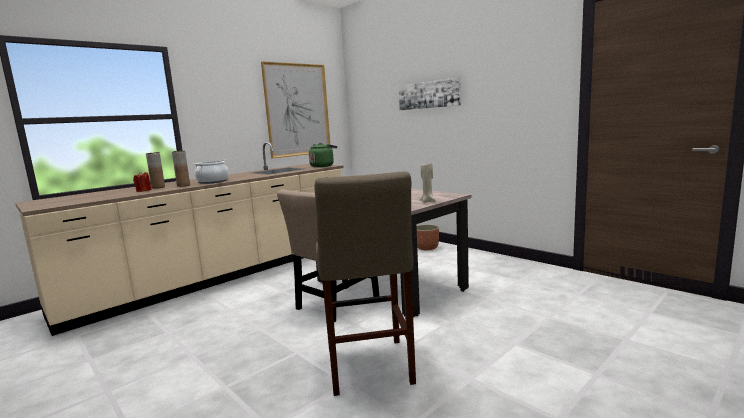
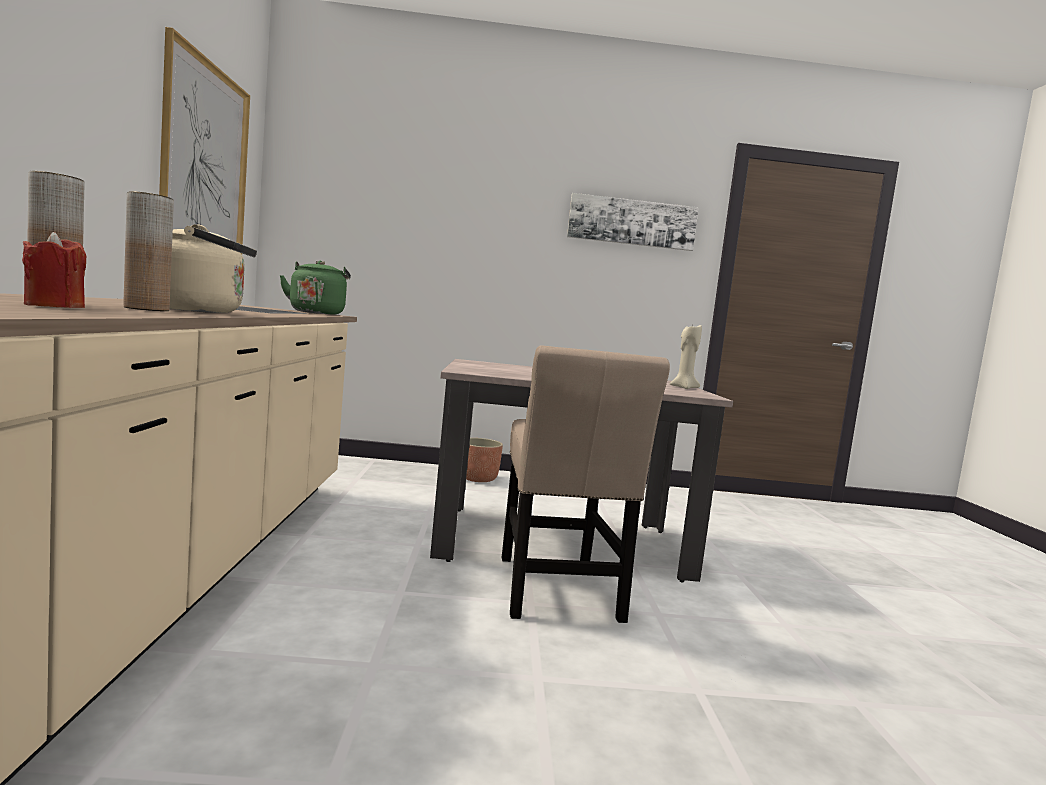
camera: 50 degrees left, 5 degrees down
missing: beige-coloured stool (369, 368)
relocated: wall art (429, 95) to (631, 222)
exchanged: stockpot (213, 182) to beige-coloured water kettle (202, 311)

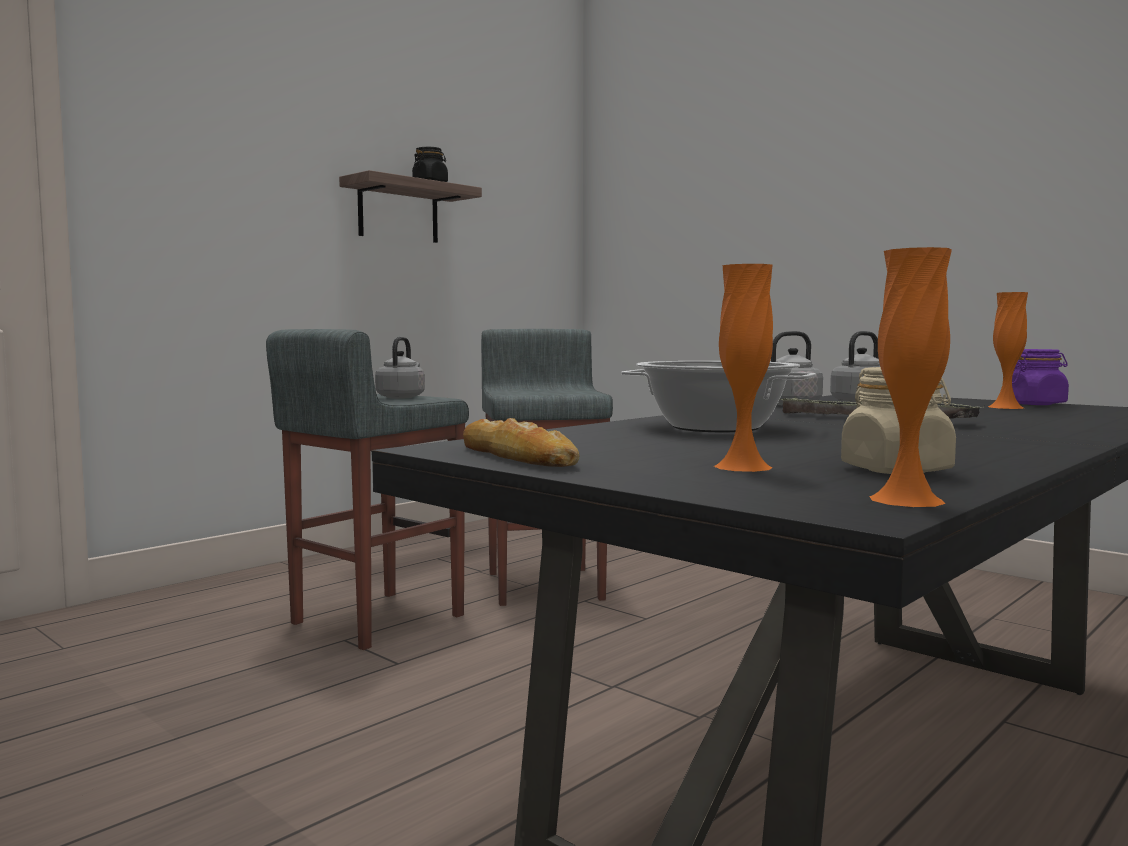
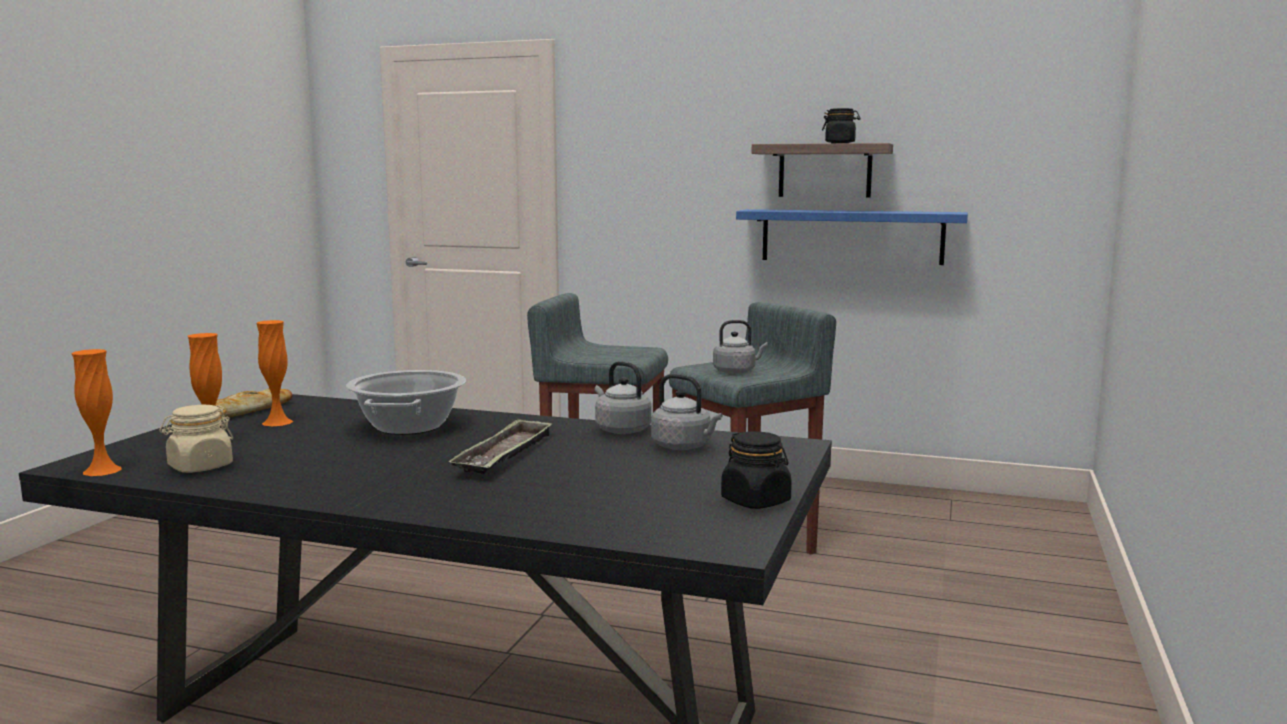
camera: 65 degrees right, 5 degrees up
appeared: blue-coloured shelf (851, 236)
relocated: orange vase (1006, 407) to (277, 422); gray water kettle (401, 397) to (736, 371)
colour: purplish preserve jar (1035, 404) to black-coloured preserve jar (756, 501)

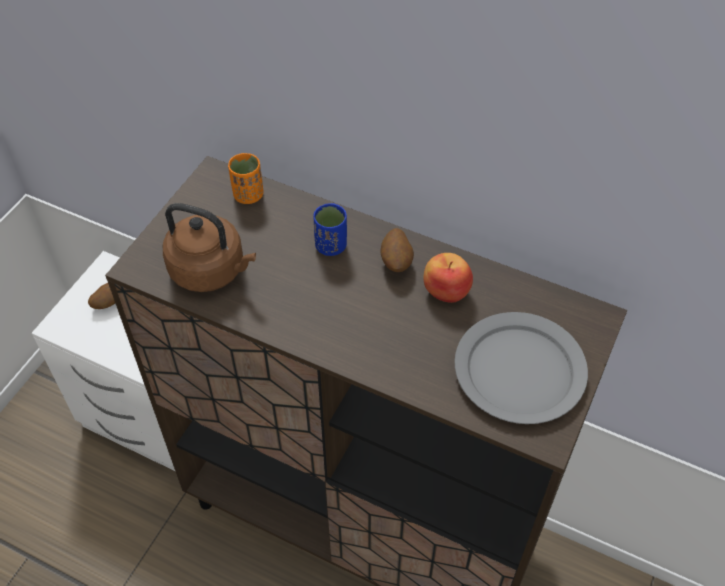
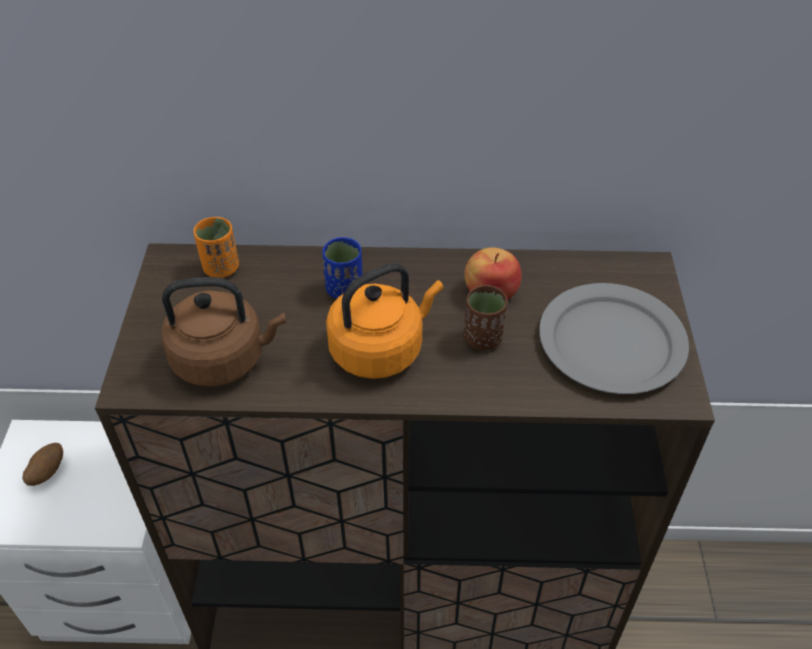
camera: 25 degrees left, 5 degrees down
missing: spud (396, 262)
appeared: orange water kettle (380, 349); brownish cup (483, 338)

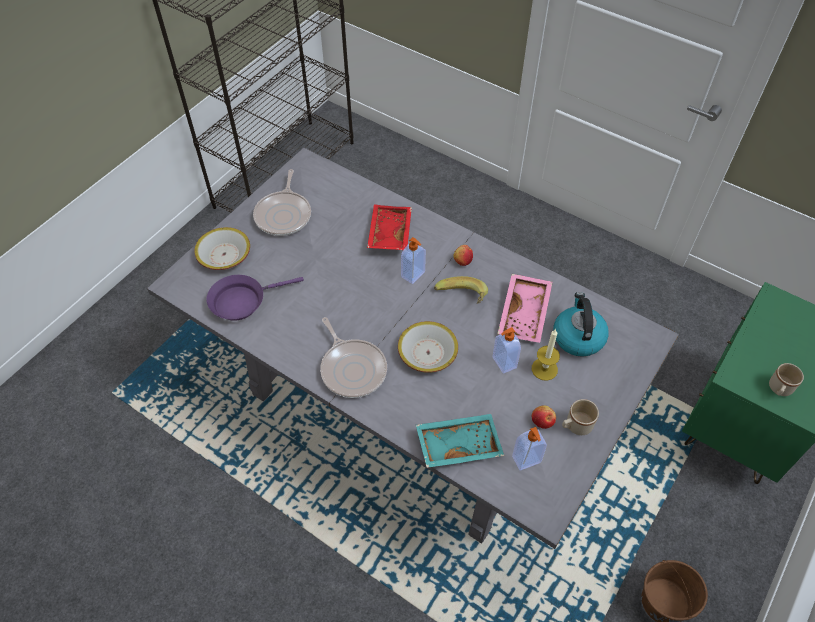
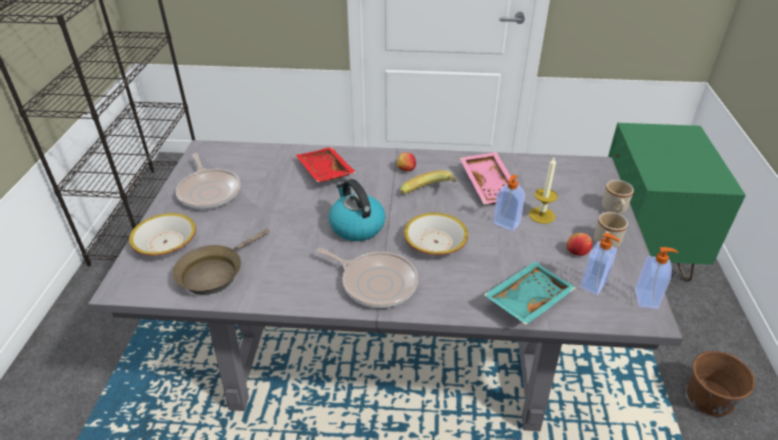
camera: 30 degrees left, 15 degrees down
relocated: water kettle (577, 337) to (356, 226); beige-coloured coffee mug (779, 389) to (614, 210); soap dispenser (413, 275) to (647, 299)
colour: purplish skillet (242, 301) to brownish skillet (214, 273)

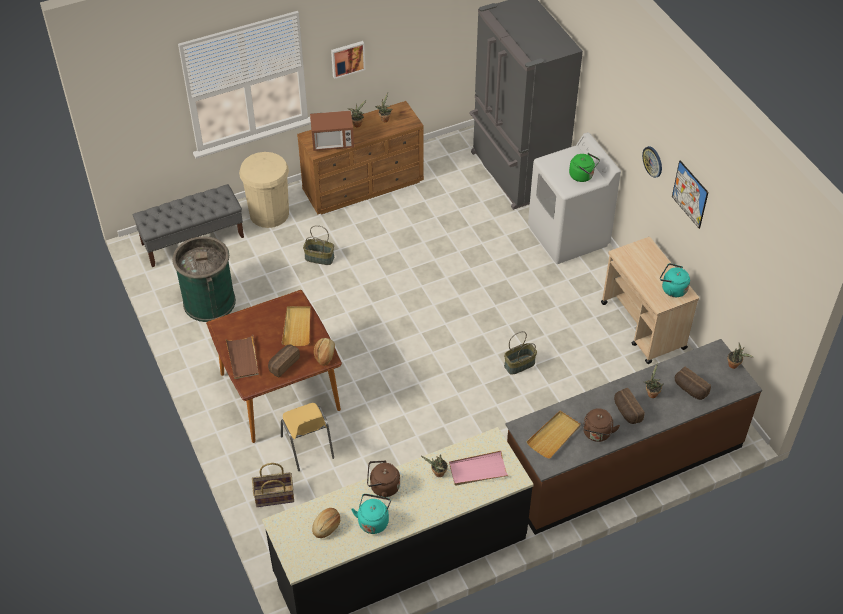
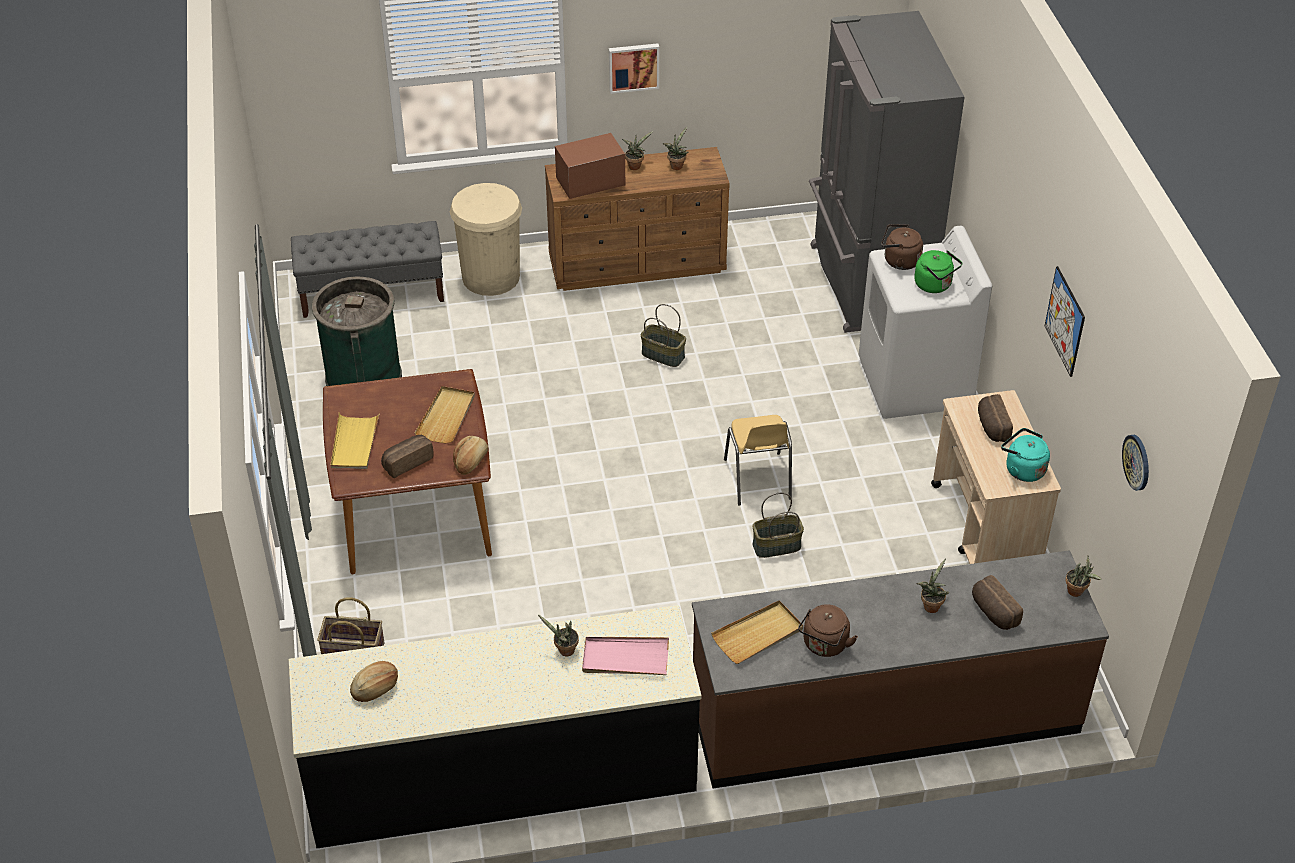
camera: 15 degrees right, 5 degrees down
missing: turquoise-coloured water kettle (373, 521)
relocated: storage basket (320, 257) to (663, 355); yellowish chair (308, 447) to (758, 480); brownish water kettle (383, 487) to (899, 261); baked bread (626, 412) to (991, 427); wall clock (653, 161) to (1137, 462)
colour: brownish carrying tray (243, 358) to yellowish carrying tray (354, 443)
spun: microwave (332, 142) = (590, 184) 150 degrees clockwise

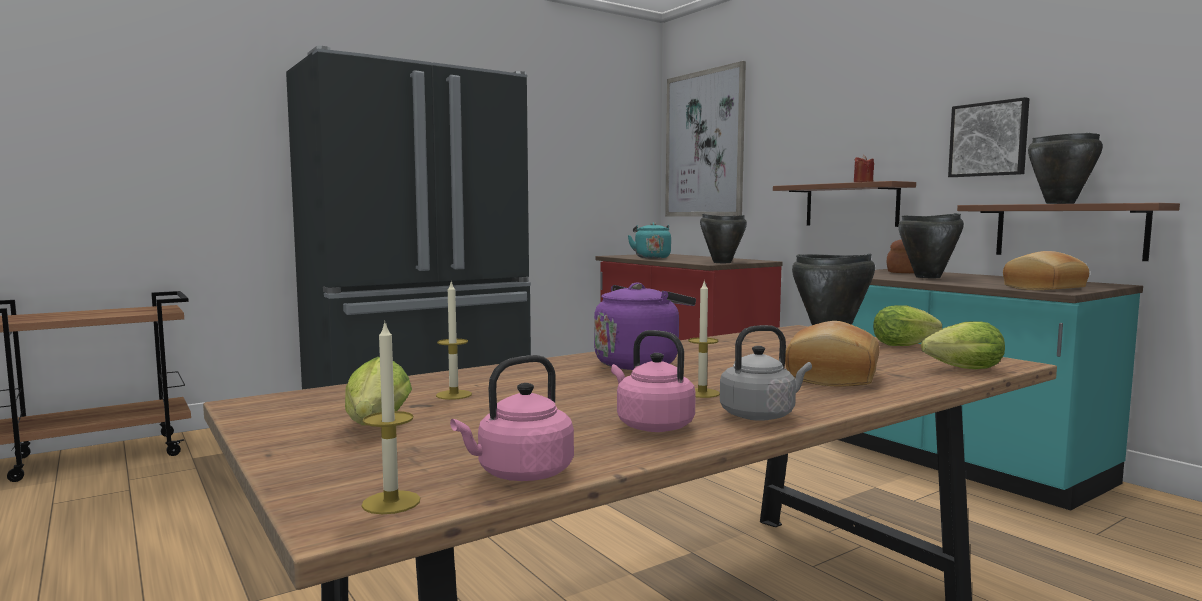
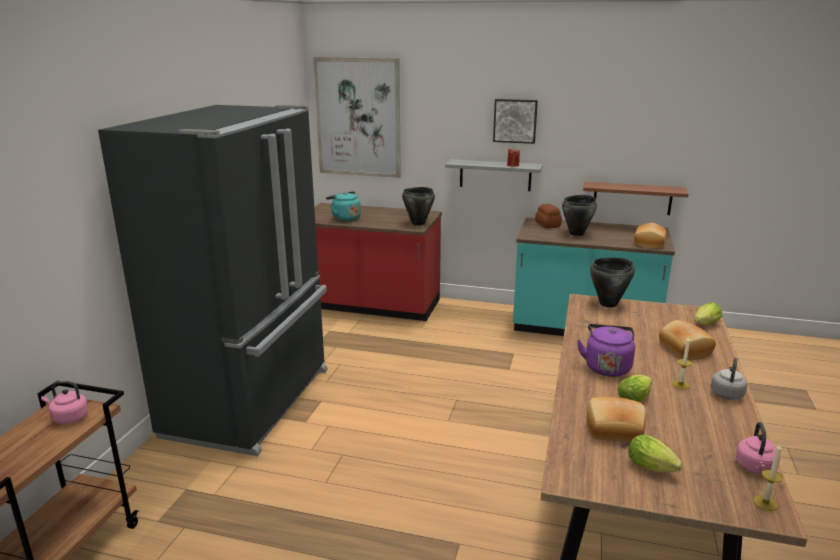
camera: 40 degrees left, 15 degrees up
missing: black-coloured stockpot (1060, 203)
relocated: pink water kettle (651, 425) to (68, 418); wall art (989, 139) to (515, 121); head of lettuce (907, 345) to (635, 399)
exchanged: wax light (454, 395) to baked bread (614, 430)
colour: brownish shelf (851, 205) to gray shelf (495, 175)

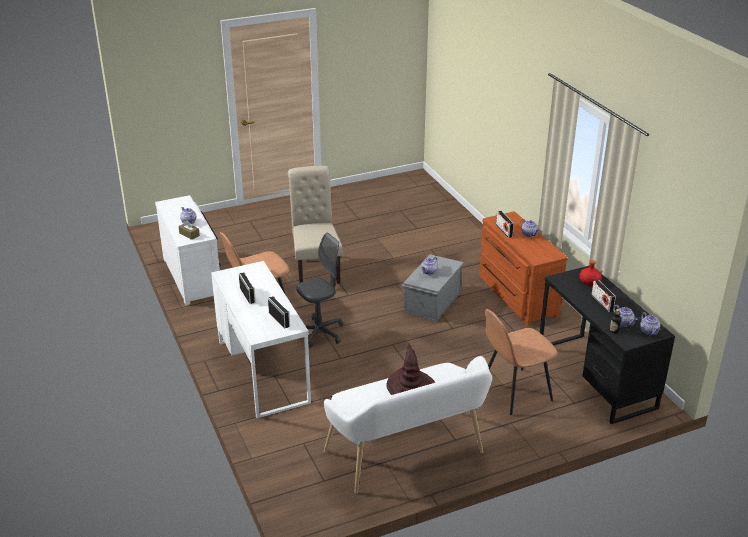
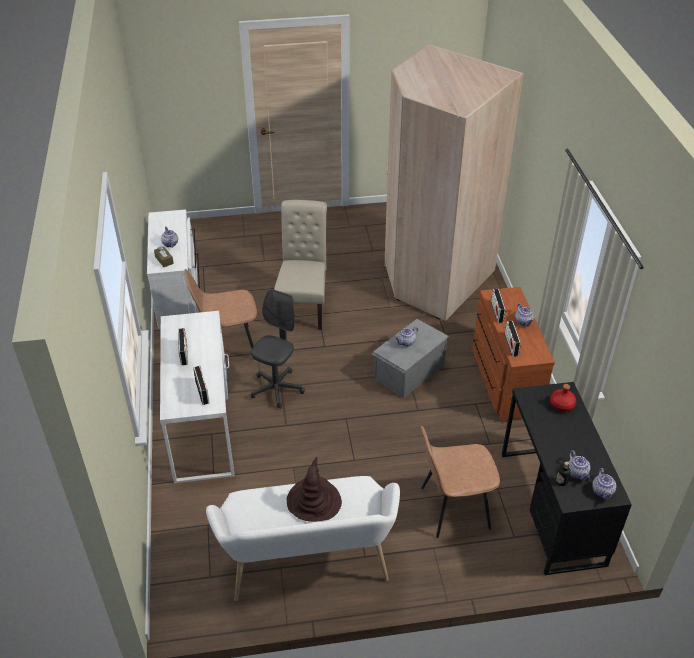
camera: 15 degrees right, 10 degrees up
appeared: beige-coloured clothes cupboard (433, 277)
relocated: radio (602, 303) to (511, 345)
spun: gray computer chair (319, 333) = (277, 389) 45 degrees counterclockwise

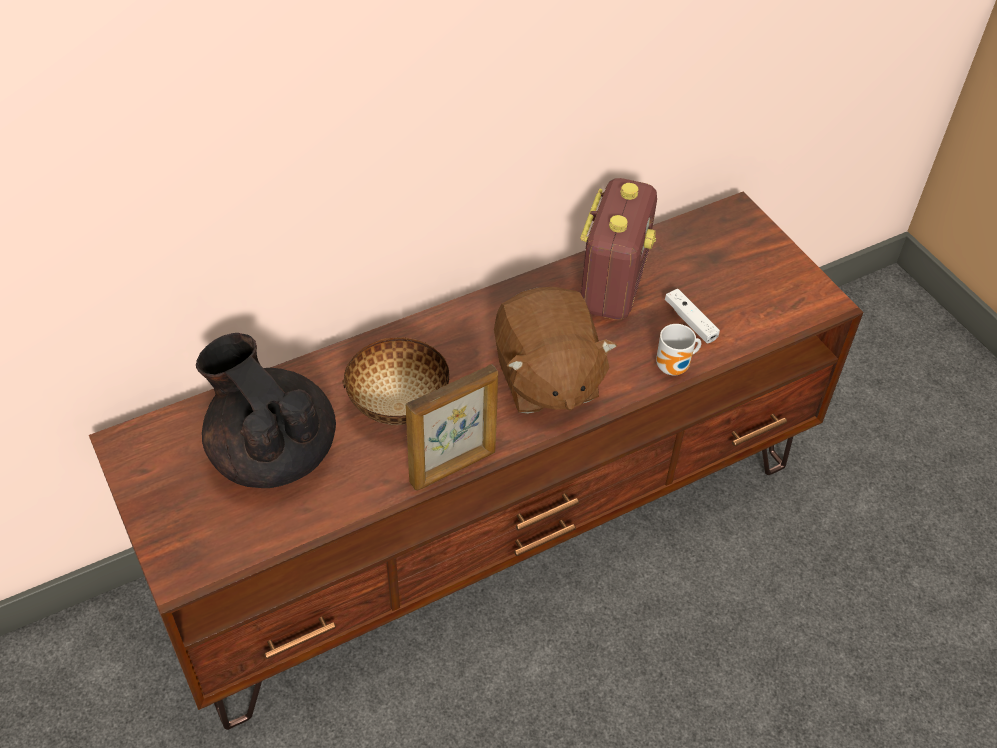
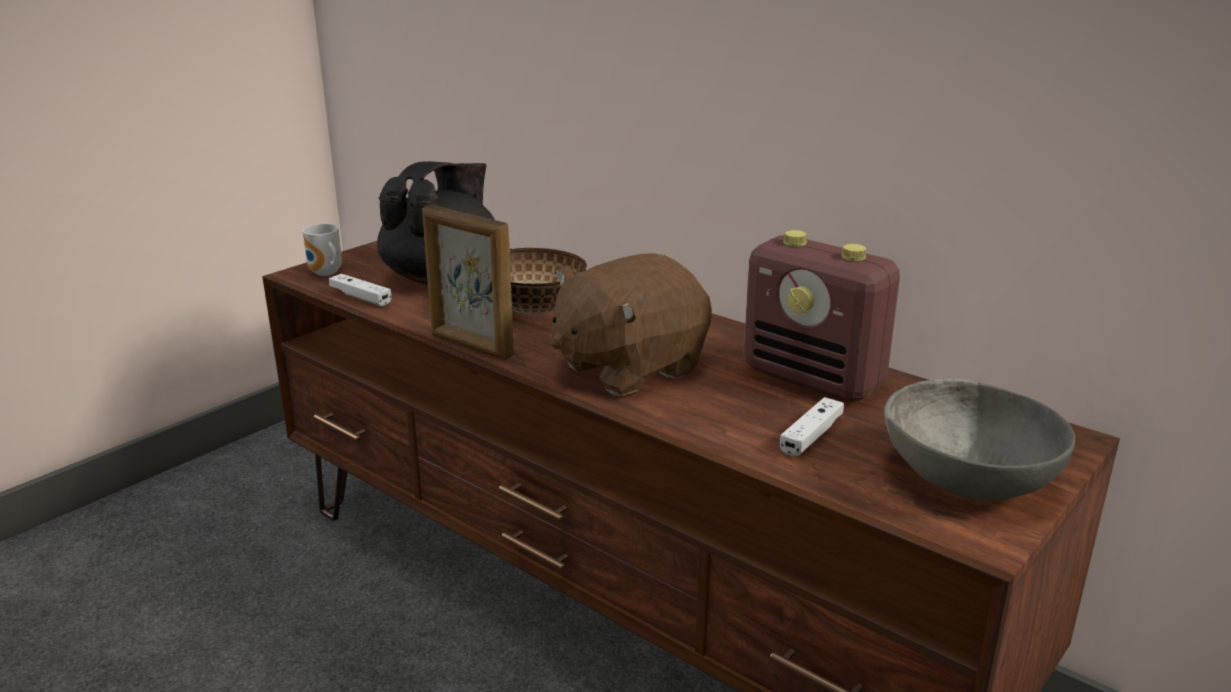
camera: 70 degrees right, 25 degrees down
appeared: white joypad (360, 297); gray serving bowl (968, 479)
relocated: coffee mug (675, 368) to (325, 274)
spun: radio (612, 285) = (814, 379) 45 degrees clockwise

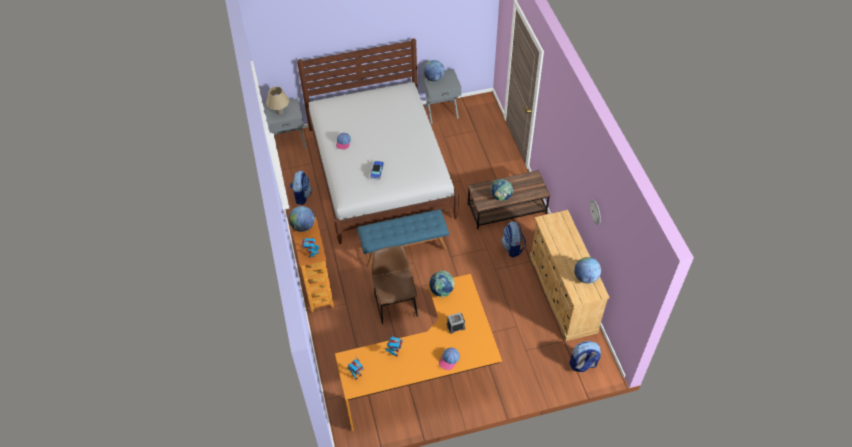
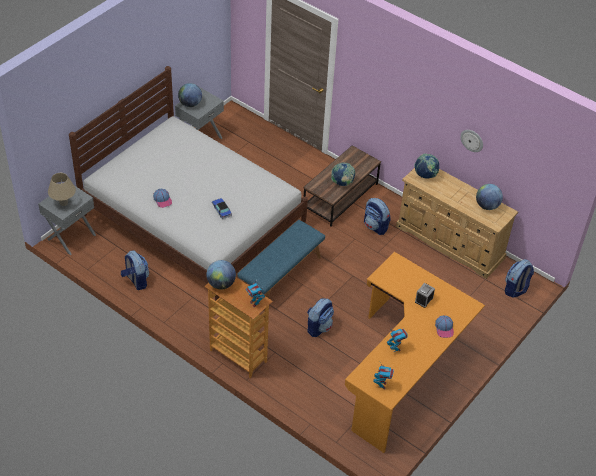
camera: 40 degrees left, 5 degrees down
relocated: world globe (442, 291) to (425, 175)
exchanged: brownish chair (395, 303) to backpack (319, 327)

